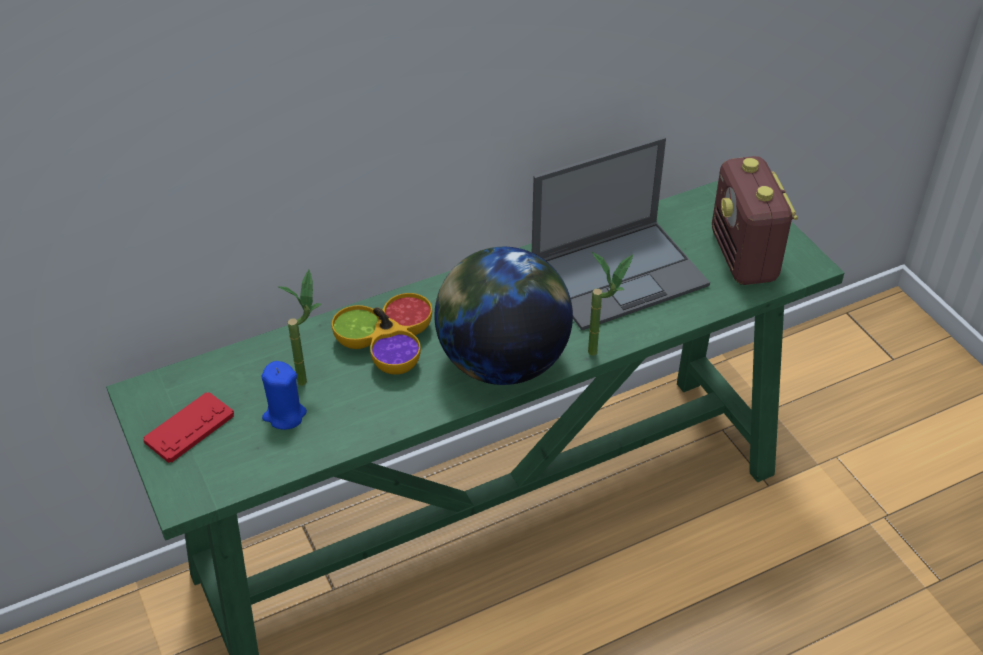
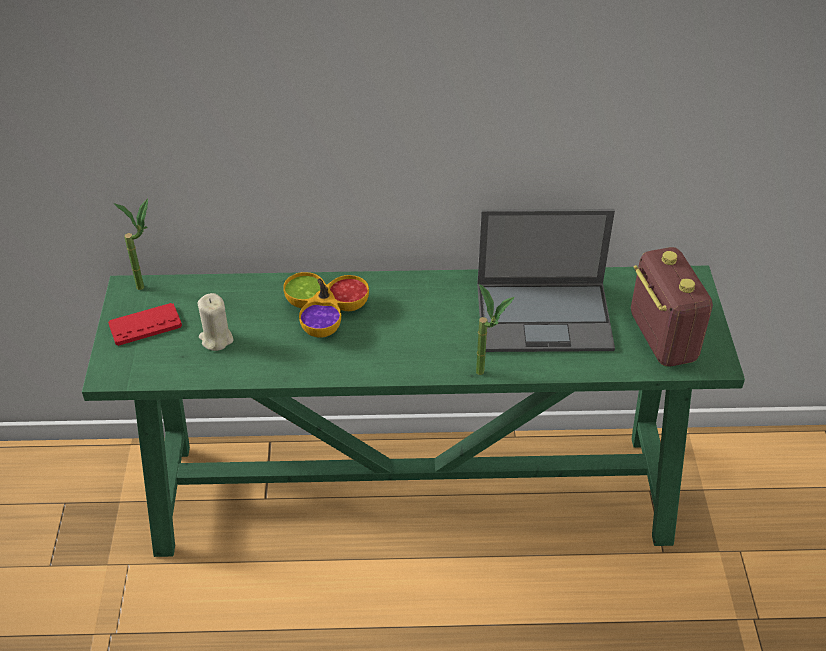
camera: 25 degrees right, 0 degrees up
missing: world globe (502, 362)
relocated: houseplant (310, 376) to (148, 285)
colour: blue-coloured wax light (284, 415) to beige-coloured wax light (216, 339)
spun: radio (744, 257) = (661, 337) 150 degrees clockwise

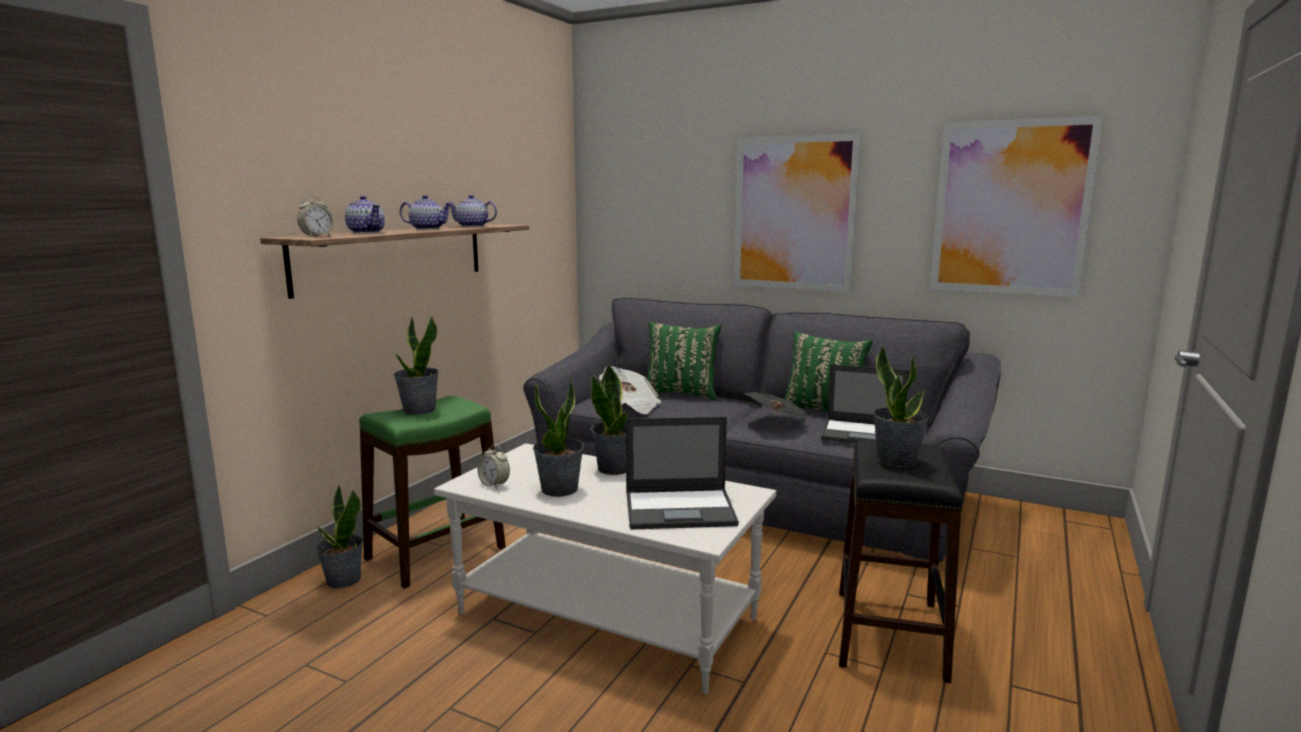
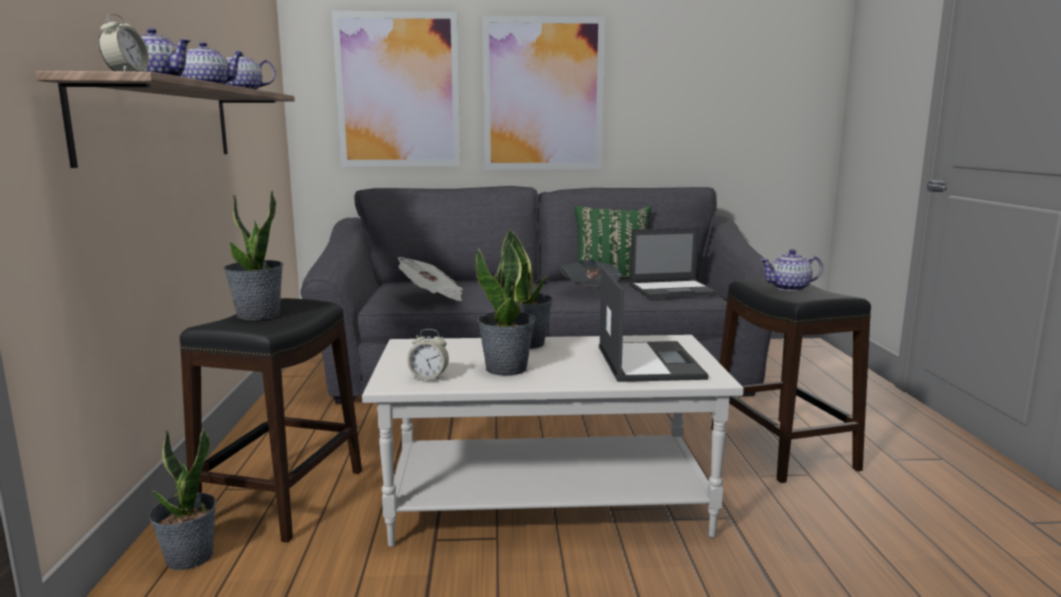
camera: 30 degrees left, 0 degrees up
missing: green pillow (681, 394)
relocated: wall art (1010, 208) to (398, 90)
exchanged: houseplant (896, 460) to tea pot (790, 288)
colour: green stool (435, 553) to black-coloured stool (281, 497)
spun: notebook computer (681, 509) = (648, 362) 60 degrees counterclockwise

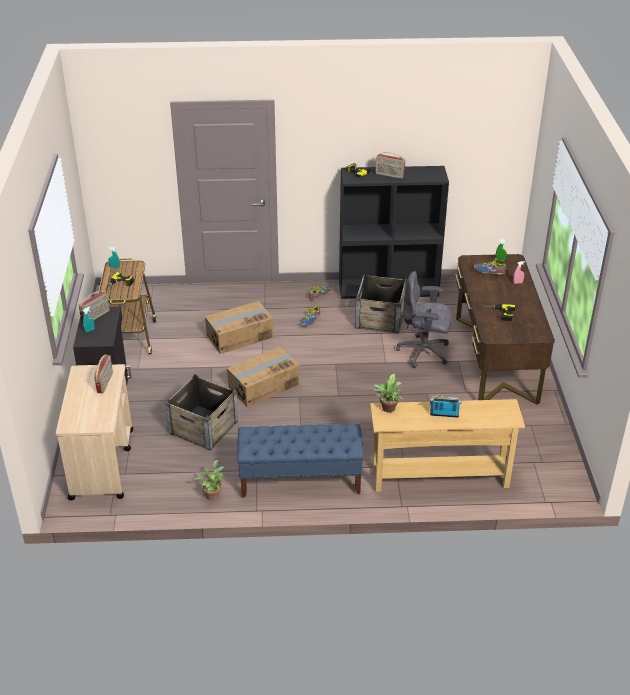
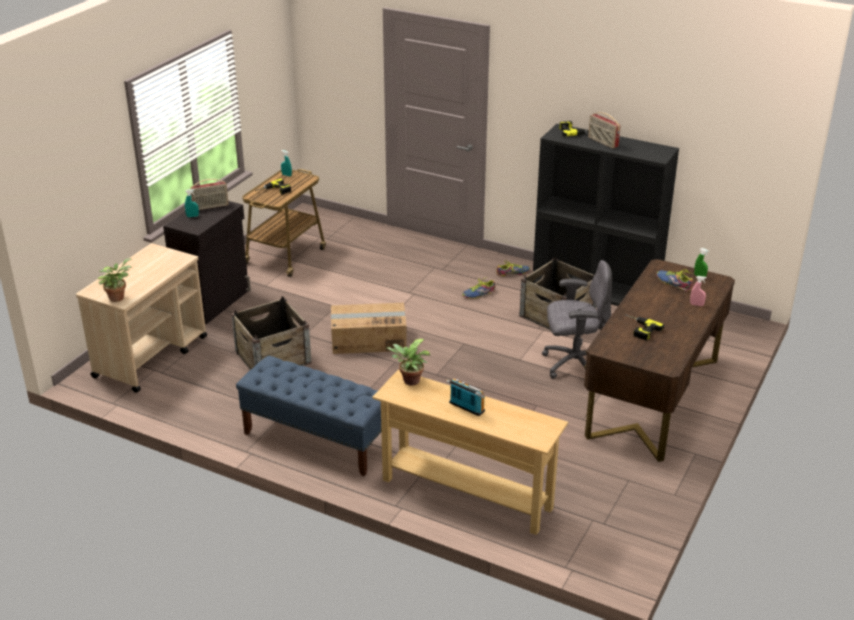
camera: 30 degrees right, 5 degrees down
missing: radio (105, 383); cardboard box (239, 336)
relocated: houseplant (212, 494) to (117, 297)
spun: gray computer chair (424, 353) = (574, 364) 135 degrees clockwise

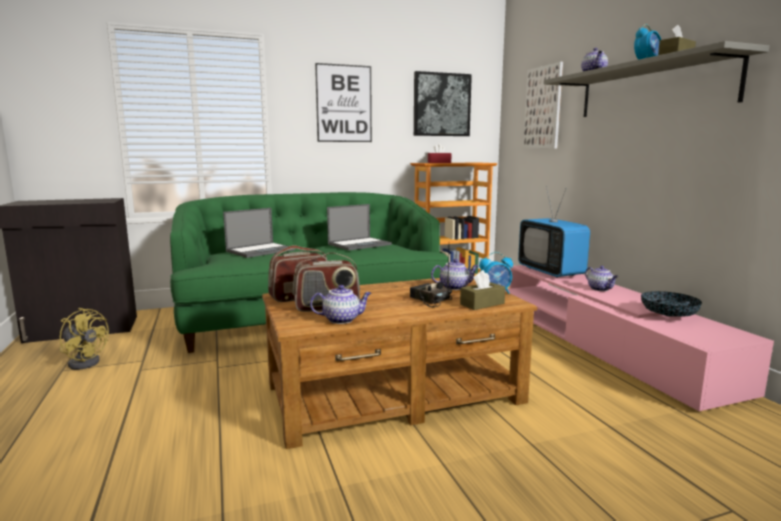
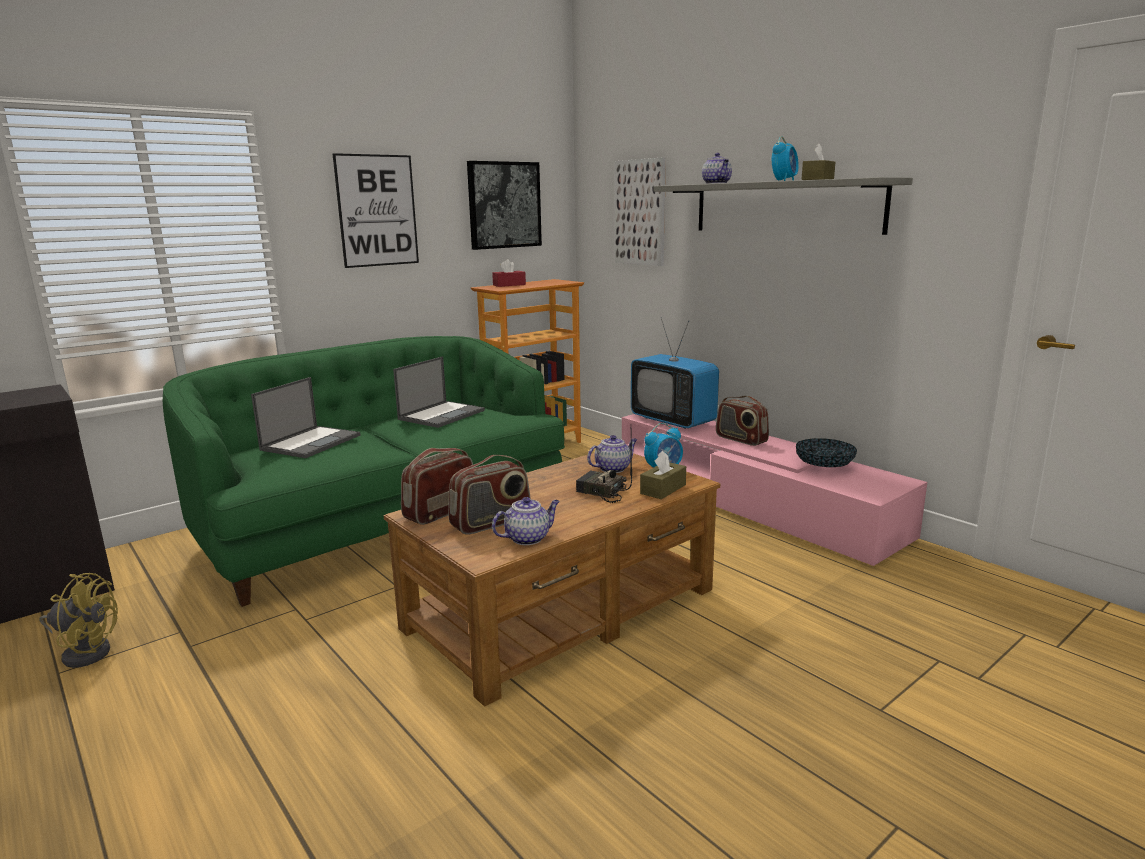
camera: 20 degrees left, 5 degrees up
exchanged: tea pot (600, 289) to radio (741, 439)

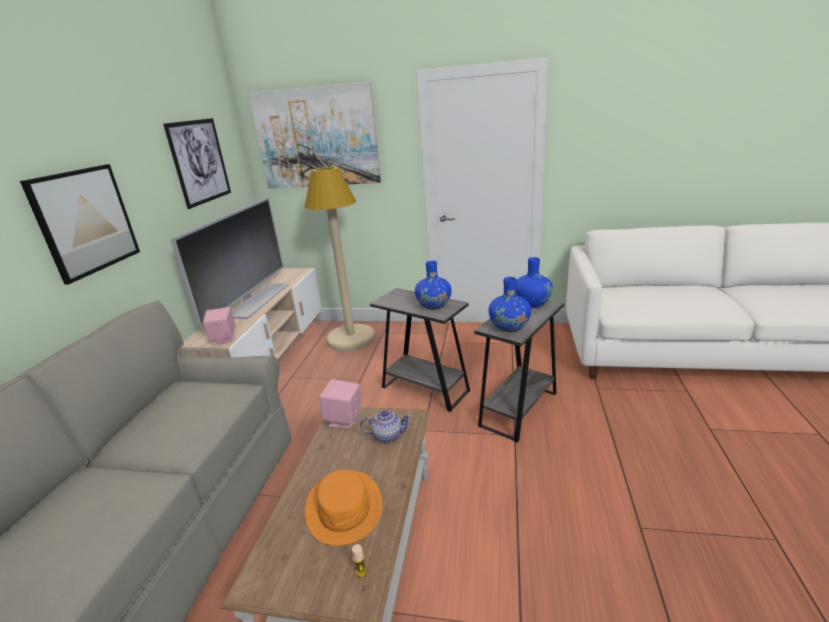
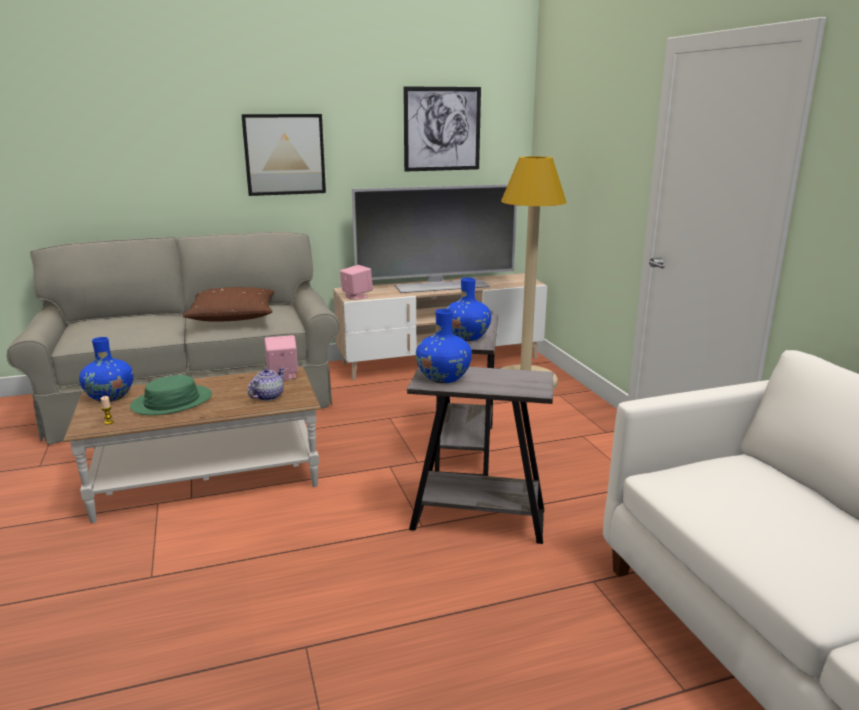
camera: 60 degrees right, 5 degrees down
missing: wall art (316, 138)
appeared: brownish pillow (233, 317)
relocated: blue-coloured vase (532, 303) to (110, 396)
colour: orange wearable hat (344, 507) to green wearable hat (172, 402)
spun: tea pot (387, 435) = (267, 397) 120 degrees counterclockwise

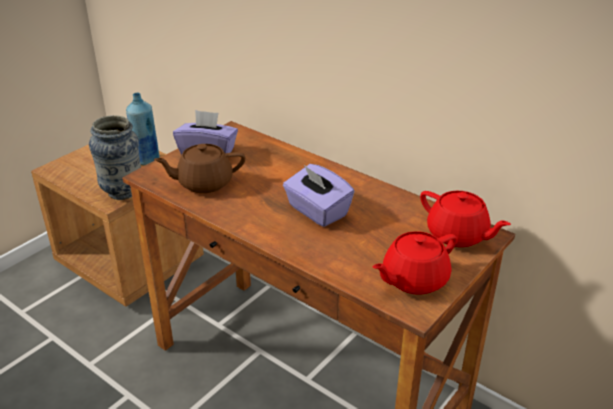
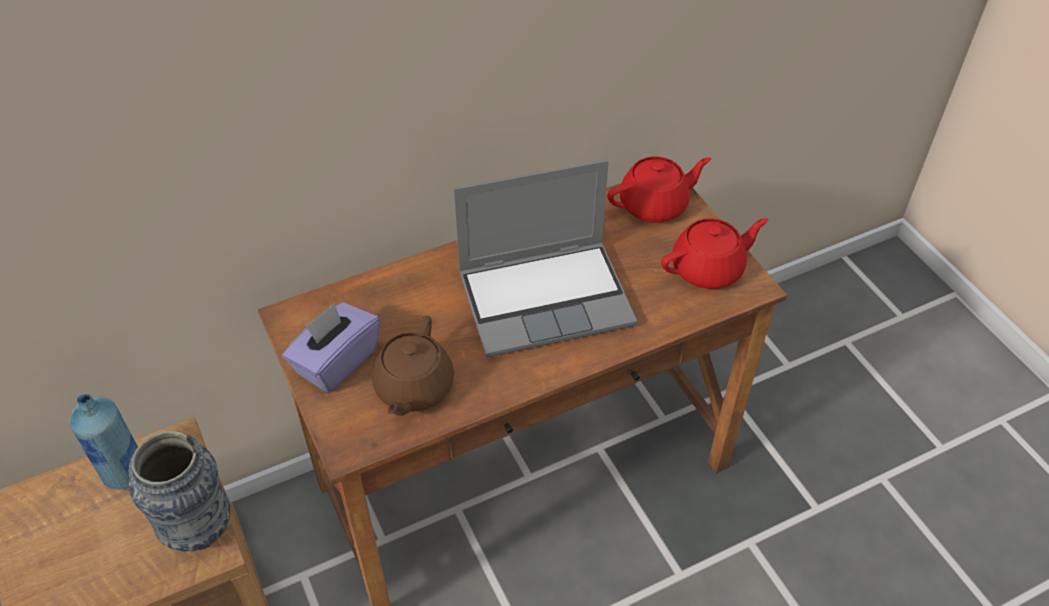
camera: 65 degrees left, 15 degrees up
exchanged: purplish tissue box (317, 211) to notebook computer (547, 298)
spun: reddish tea pot (413, 279) = (708, 269) 105 degrees counterclockwise

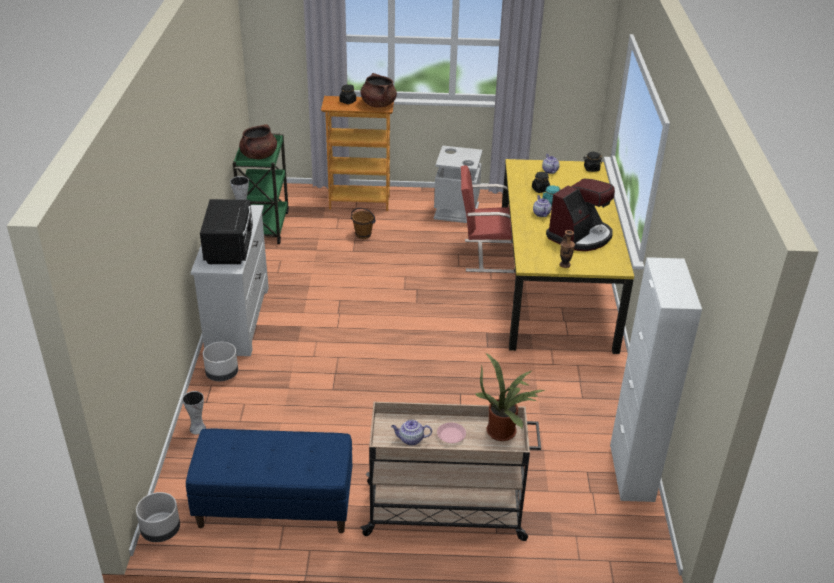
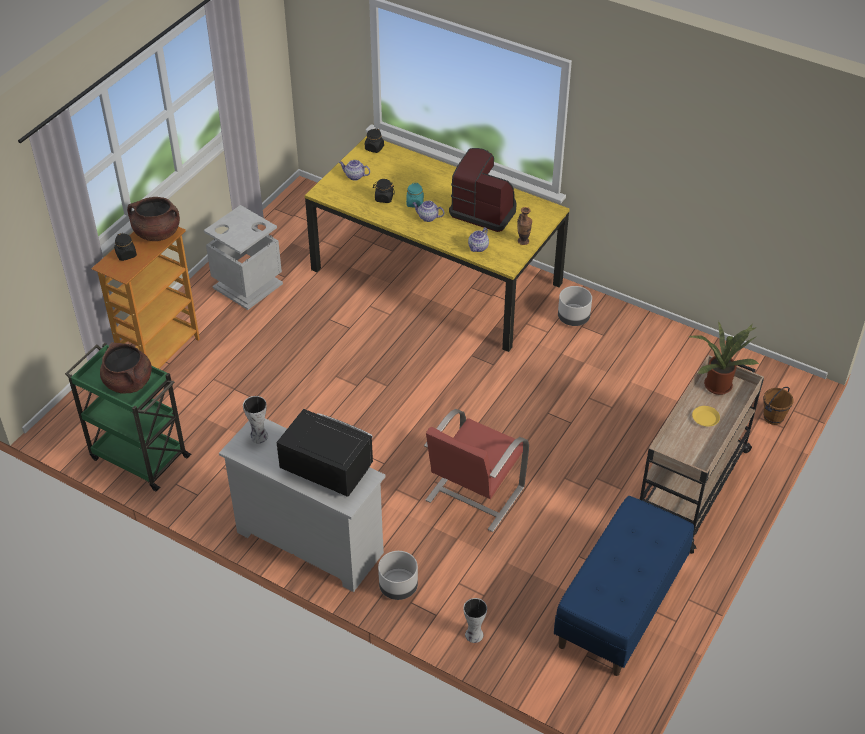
camera: 60 degrees left, 10 degrees up
missing: white cupboard (631, 472)
relocated: reddish chair (488, 255) to (473, 495); tea pot (410, 439) to (478, 248); gray flower pot (161, 530) to (573, 318); brownish water bucket (363, 235) to (773, 418)
colour: pink dinner plate (451, 435) to yellowish dinner plate (705, 418)
spun: coffee maker (580, 236) = (484, 210) 45 degrees counterclockwise

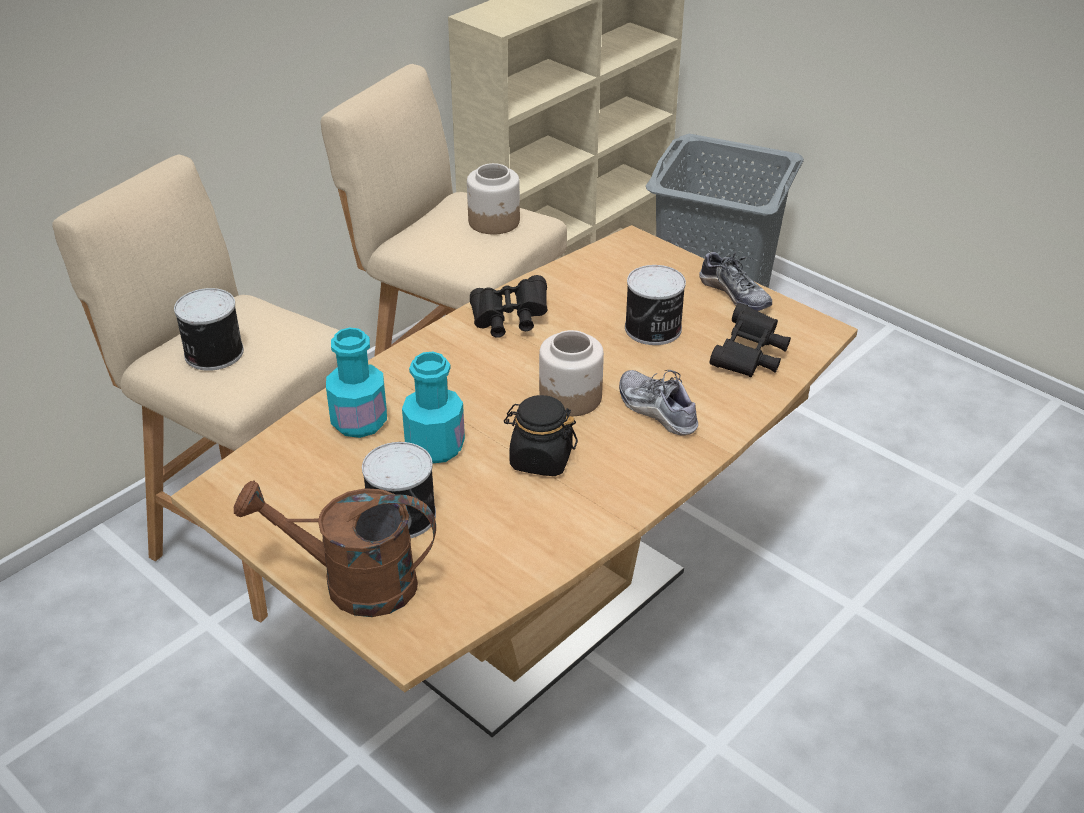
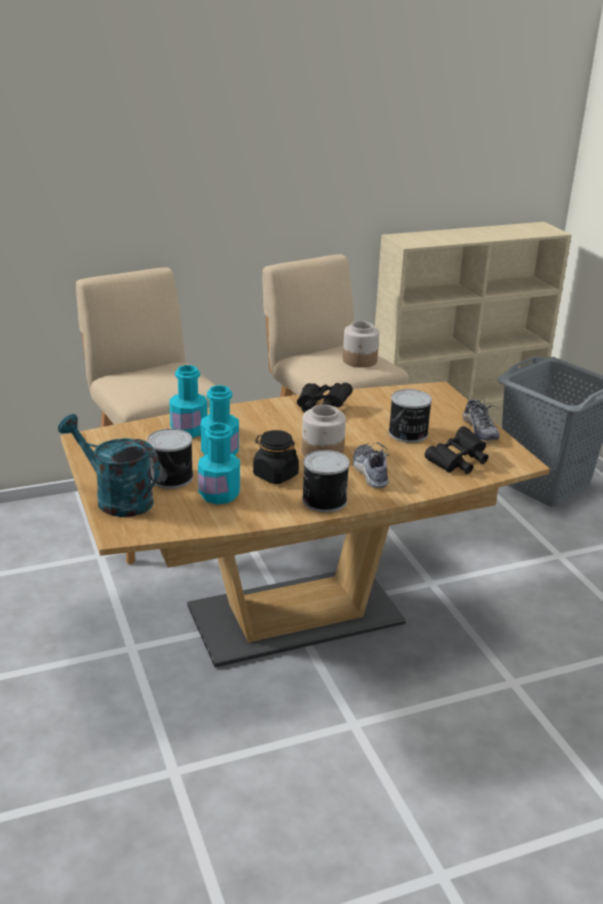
camera: 25 degrees right, 10 degrees down
appeared: turquoise-coloured drink bottle (219, 494)
relocated: sealed can (212, 353) to (323, 500)
colour: brownish watering can (353, 583) to turquoise-coloured watering can (116, 498)

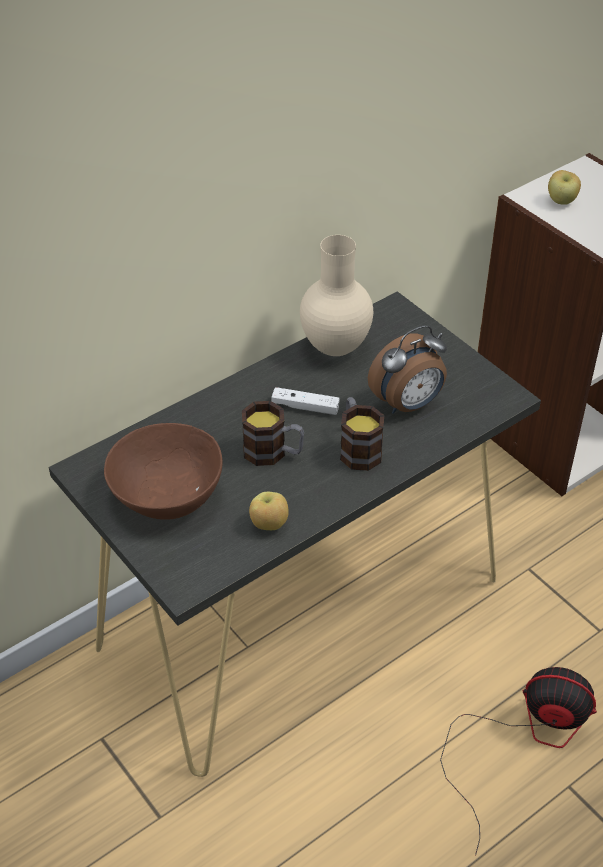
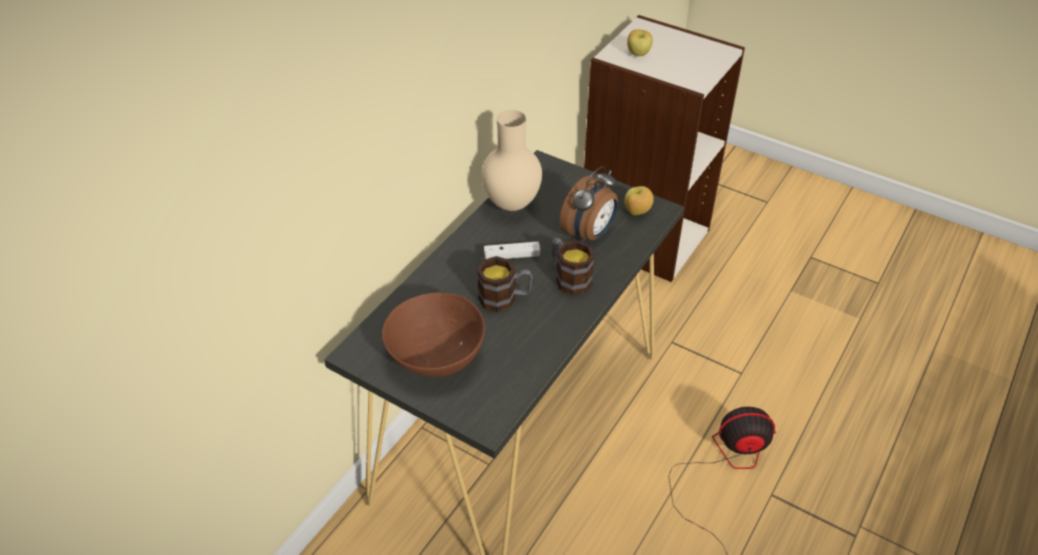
camera: 20 degrees left, 0 degrees up
relocated: whole apple (269, 525) to (637, 212)

